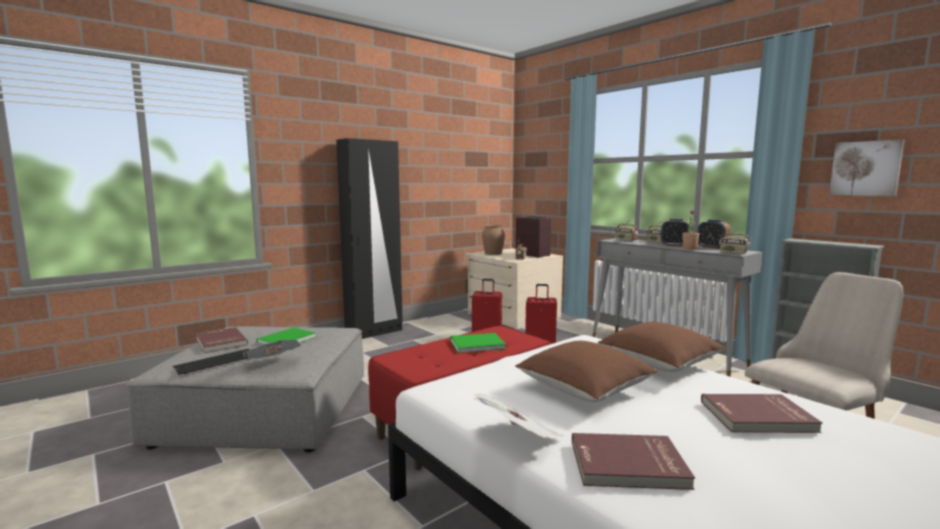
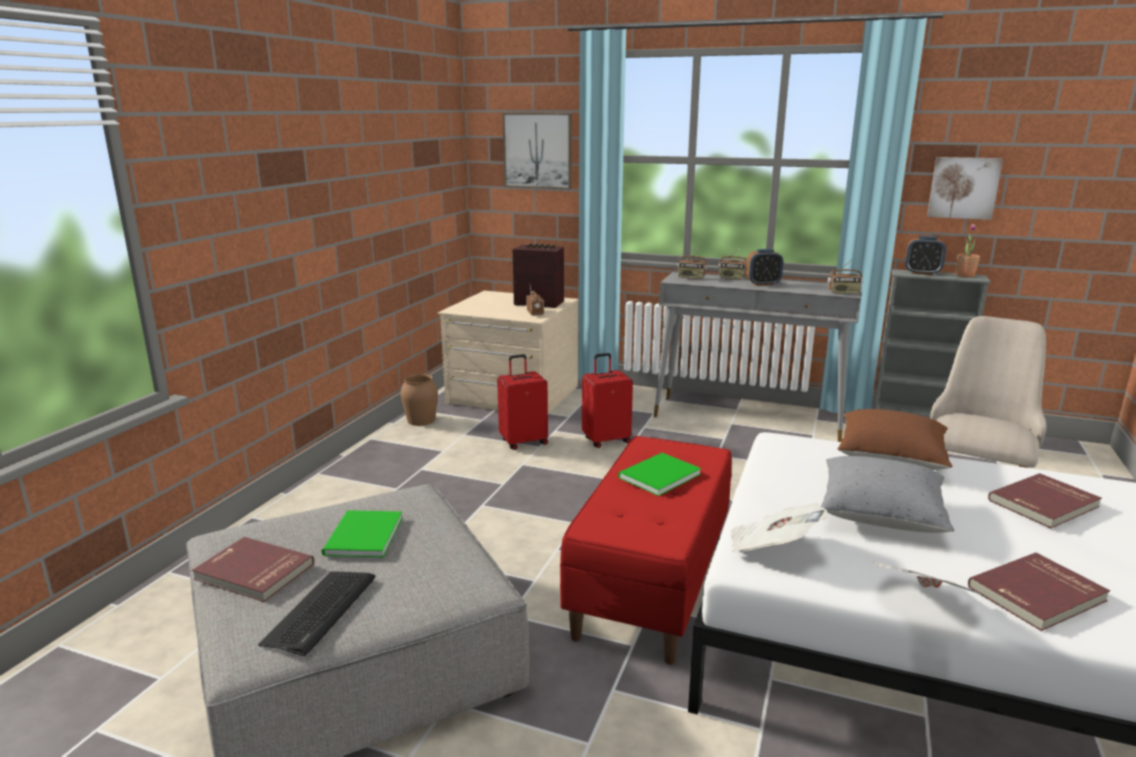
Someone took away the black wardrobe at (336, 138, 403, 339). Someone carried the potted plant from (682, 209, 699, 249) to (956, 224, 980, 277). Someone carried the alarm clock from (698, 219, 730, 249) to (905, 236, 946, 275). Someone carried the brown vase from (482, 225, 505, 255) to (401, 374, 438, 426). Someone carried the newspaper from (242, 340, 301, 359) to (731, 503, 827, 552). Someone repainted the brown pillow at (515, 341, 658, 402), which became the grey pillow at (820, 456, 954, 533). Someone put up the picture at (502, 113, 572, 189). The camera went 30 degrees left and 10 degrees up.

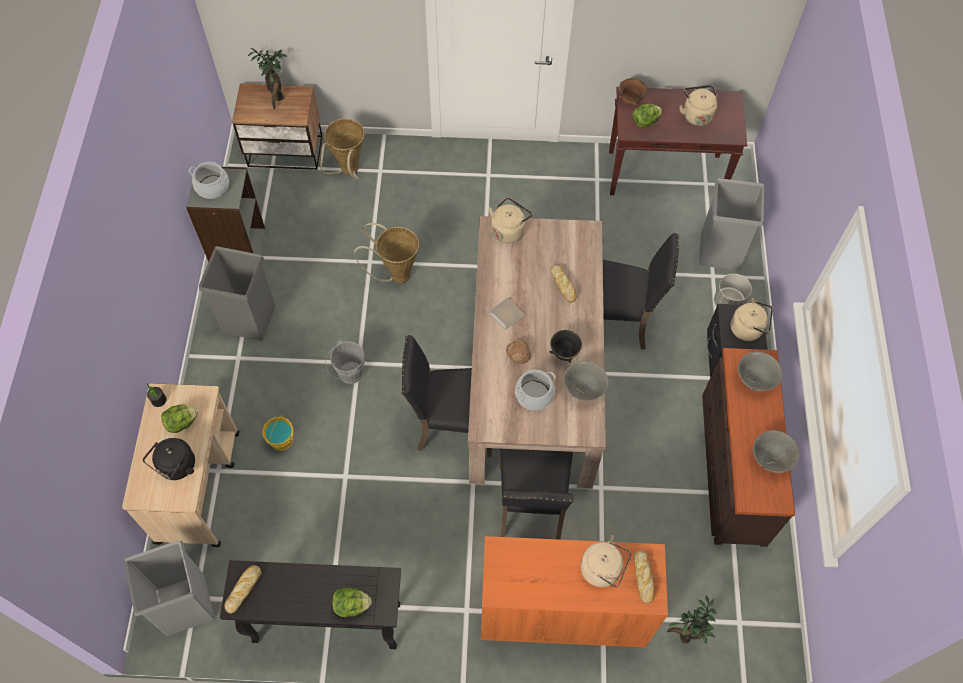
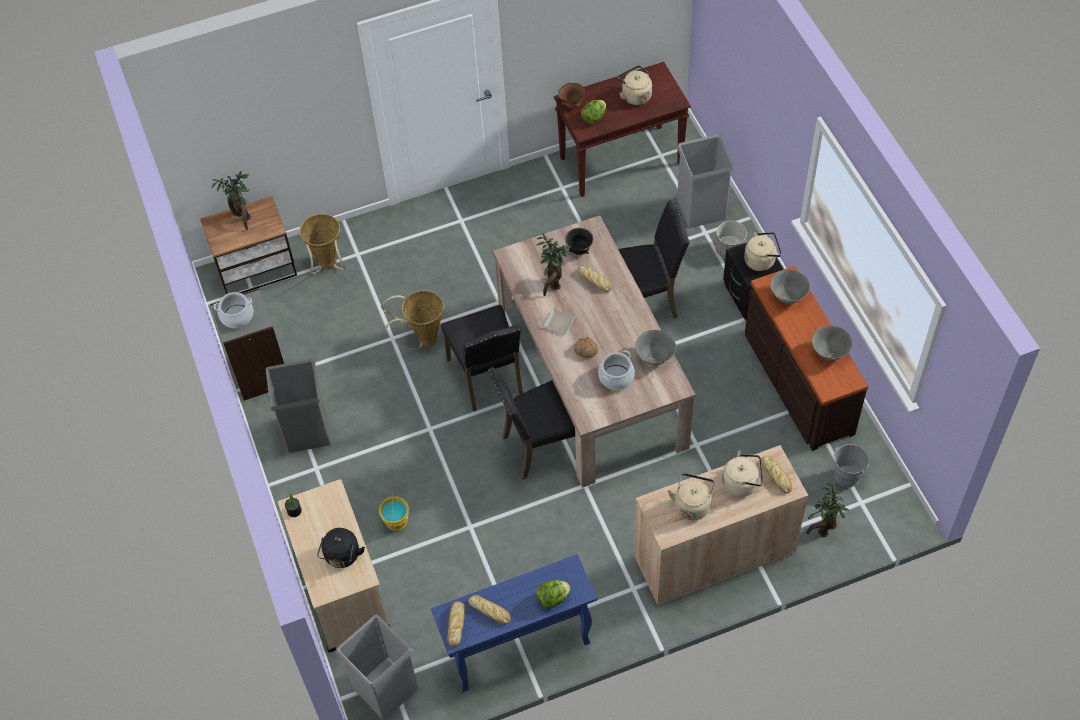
Someone carried the beige kettle from (489, 197, 532, 243) to (668, 473, 715, 520). Someone carried the black bowl from (550, 330, 582, 363) to (565, 228, 593, 255). Someone carried the grey bucket from (325, 340, 365, 384) to (829, 444, 869, 488). Someone took away the lettuce at (161, 404, 198, 433). Someone carried the black chair from (499, 449, 573, 540) to (441, 305, 523, 411). Someone repainted the orange cabinet at (481, 536, 668, 647), which became the beige cabinet at (634, 445, 808, 605). Someone repainted the black console table at (220, 560, 401, 649), which became the blue console table at (431, 554, 597, 692). Someone put down the potted plant at (537, 233, 573, 296). Someone put down the bread at (468, 595, 511, 624). The camera went 20 degrees left and 5 degrees down.

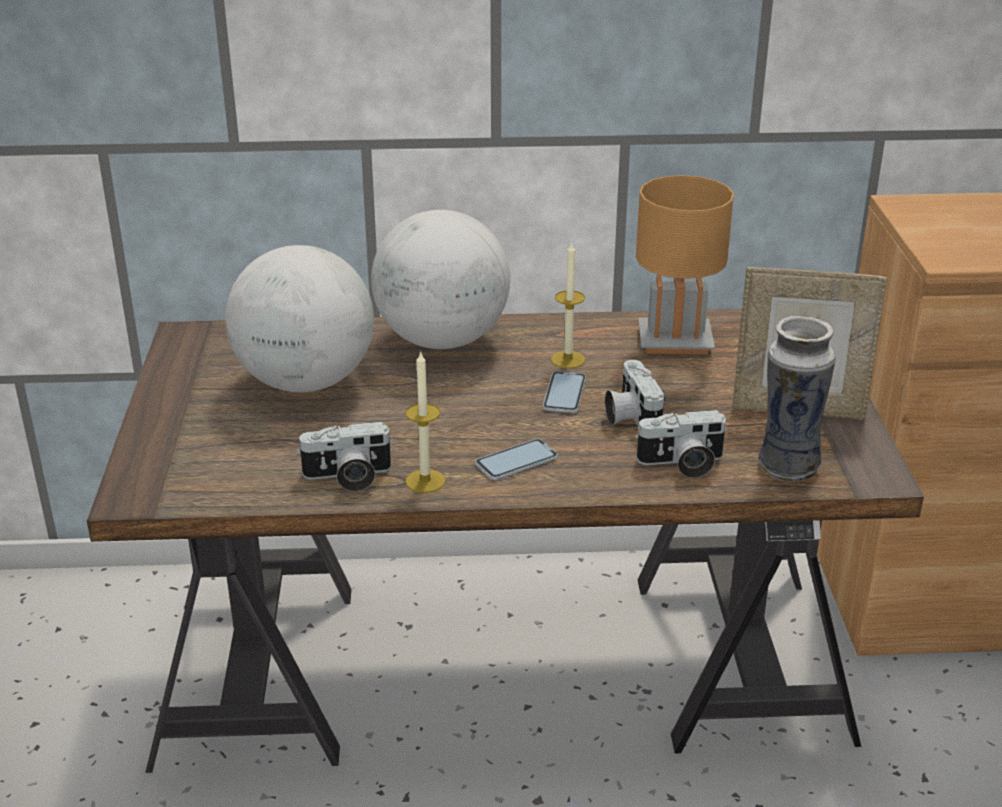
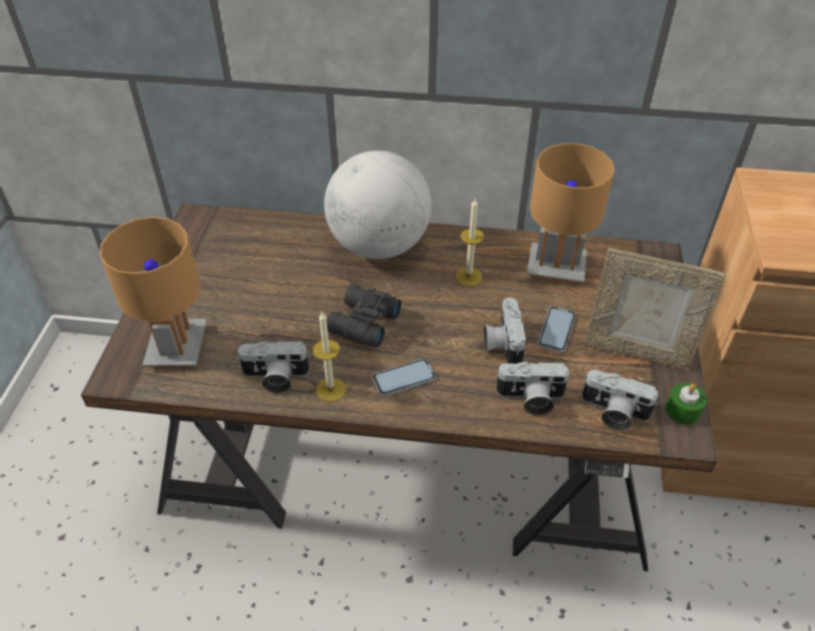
Someone took away the globe at (225, 245, 374, 392). Someone swapped the vase at (758, 316, 836, 482) for the photo camera at (582, 370, 658, 431). Someone carried the phone from (543, 371, 586, 413) to (538, 306, 576, 352). Someone put down the brown table lamp at (100, 217, 207, 367). Someone put down the black binoculars at (327, 285, 401, 348). Someone put down the green candle at (665, 383, 707, 425). The camera went 10 degrees right and 15 degrees up.

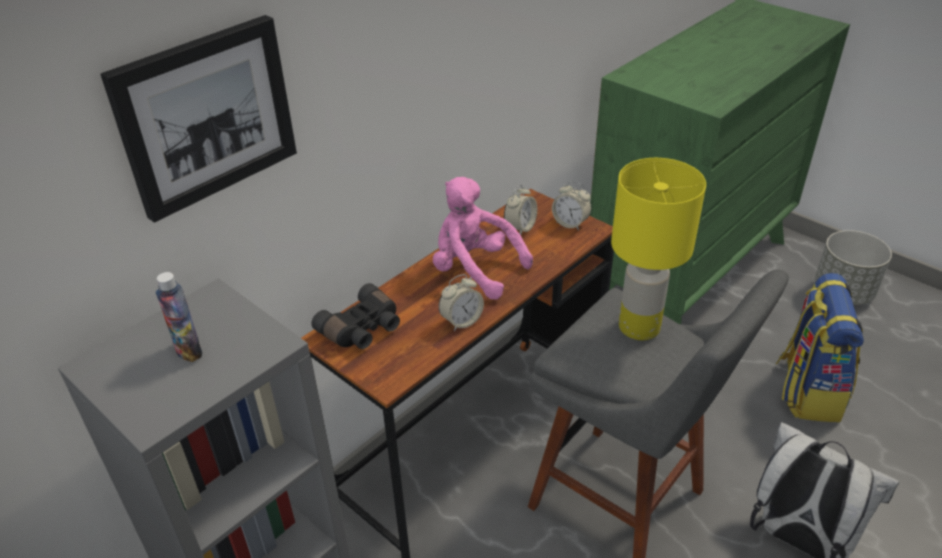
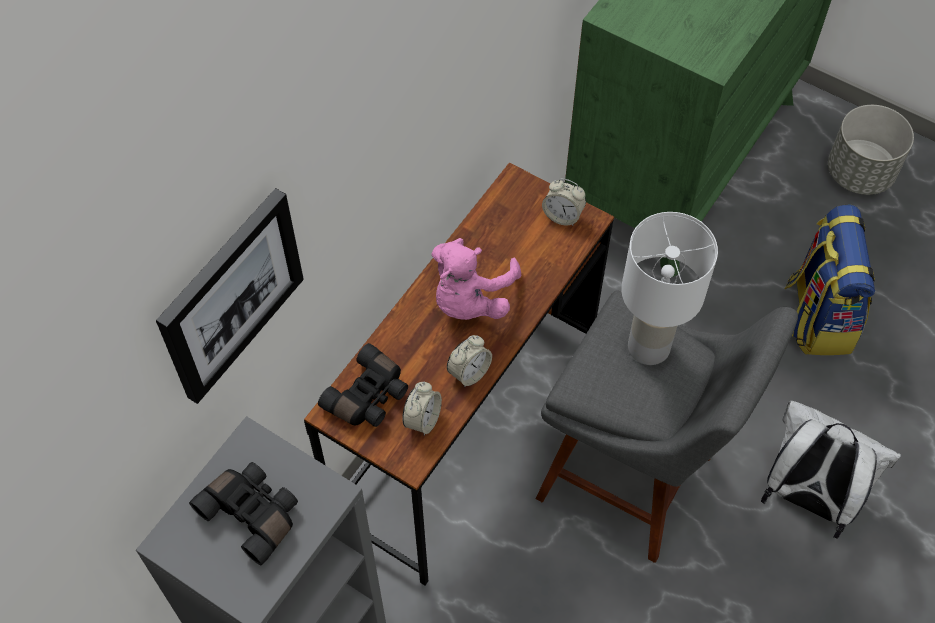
Someone repainted the yellow table lamp at (611, 158, 706, 340), which became the white table lamp at (621, 212, 718, 365). Someone rotated the pink plush toy at (433, 177, 533, 300) by 90 degrees counterclockwise. Someone carried the alarm clock from (504, 185, 537, 235) to (402, 382, 442, 436). Someone swapped the bottle at (156, 272, 202, 362) for the black binoculars at (189, 462, 298, 565). The camera went 10 degrees left and 20 degrees up.

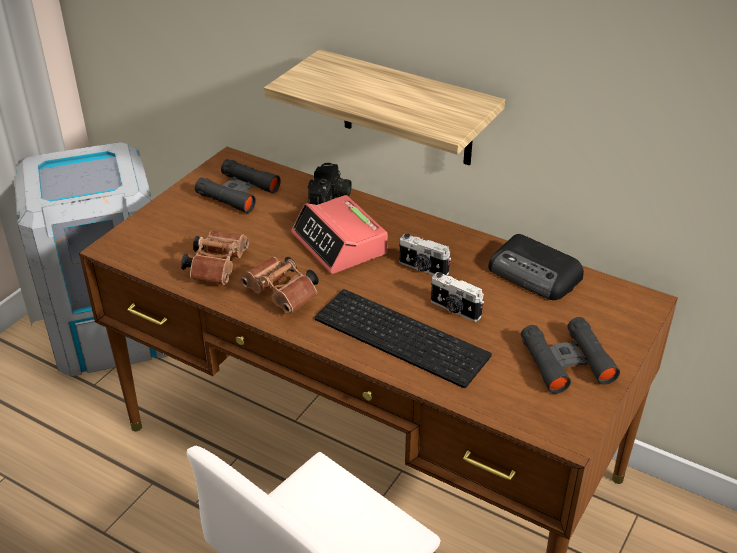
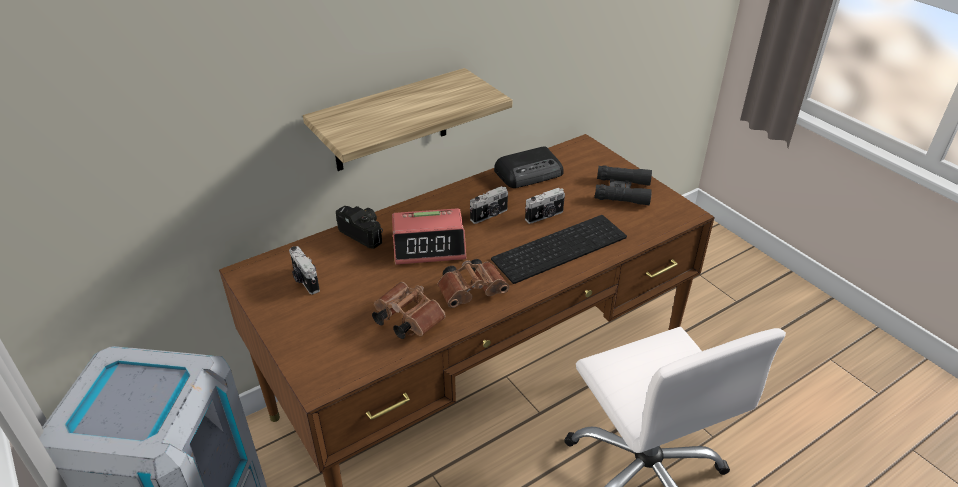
Someone swapped the black binoculars at (195, 159, 281, 213) for the photo camera at (289, 246, 320, 294). The camera went 65 degrees left and 0 degrees up.

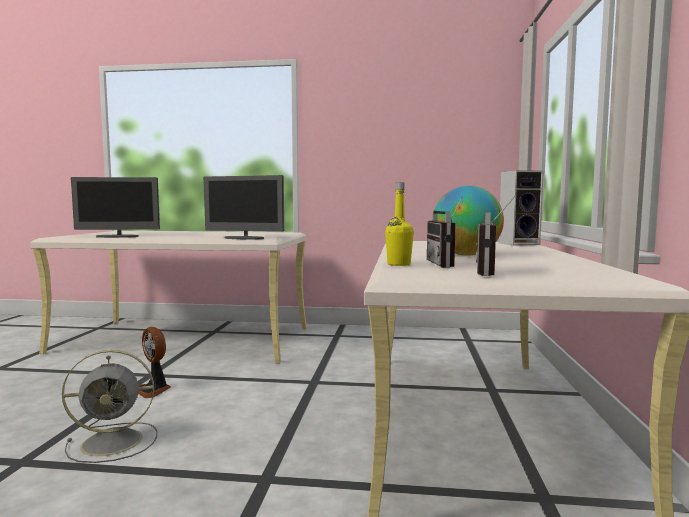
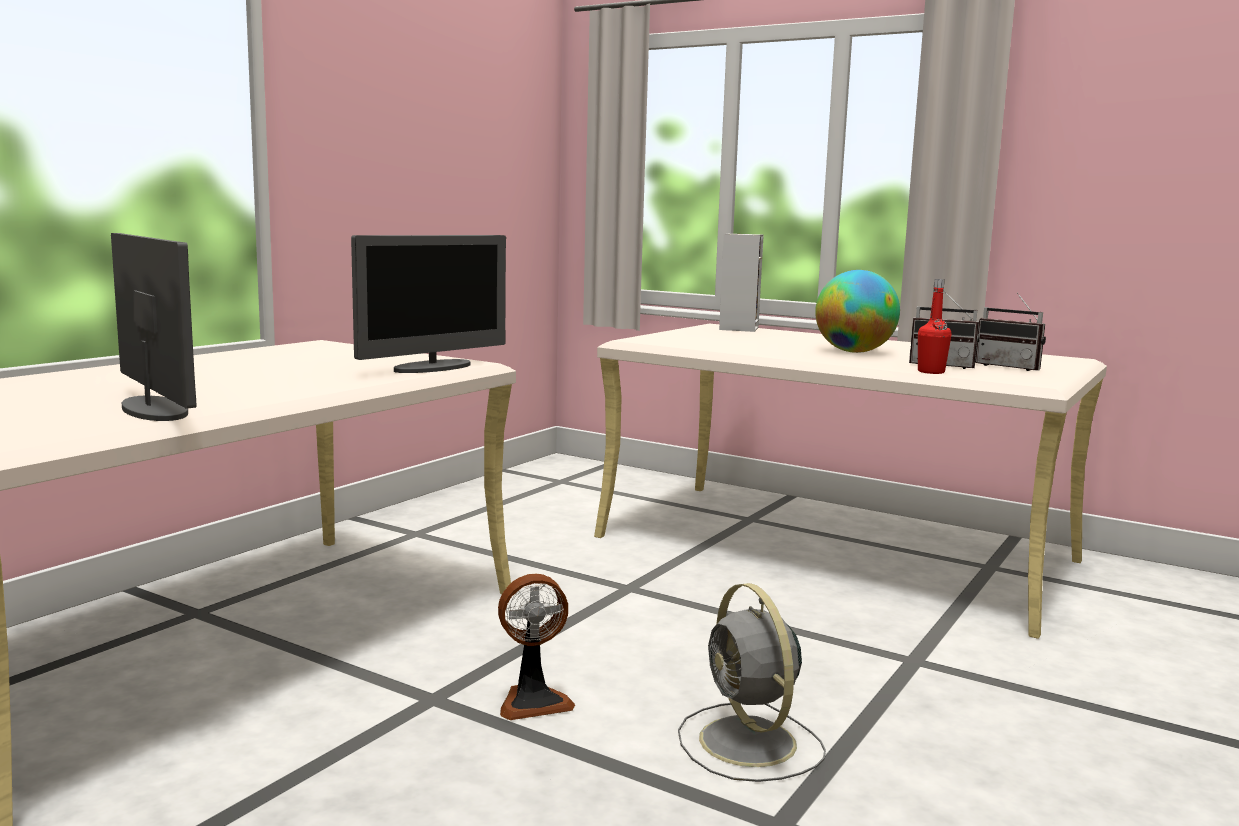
Someone rotated the monitor at (71, 177, 160, 238) by 60 degrees counterclockwise. Someone repainted the yellow bottle at (385, 182, 414, 266), which became the red bottle at (918, 279, 951, 374). Someone rotated the grey fan at (62, 350, 157, 463) by 150 degrees clockwise. The camera went 65 degrees left and 5 degrees up.

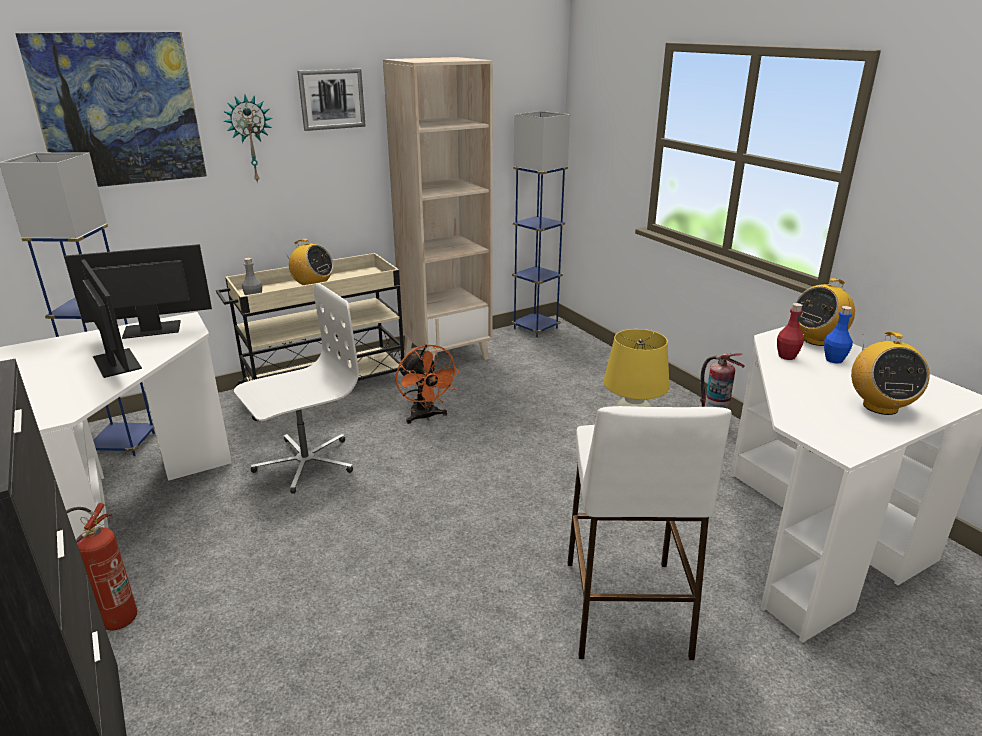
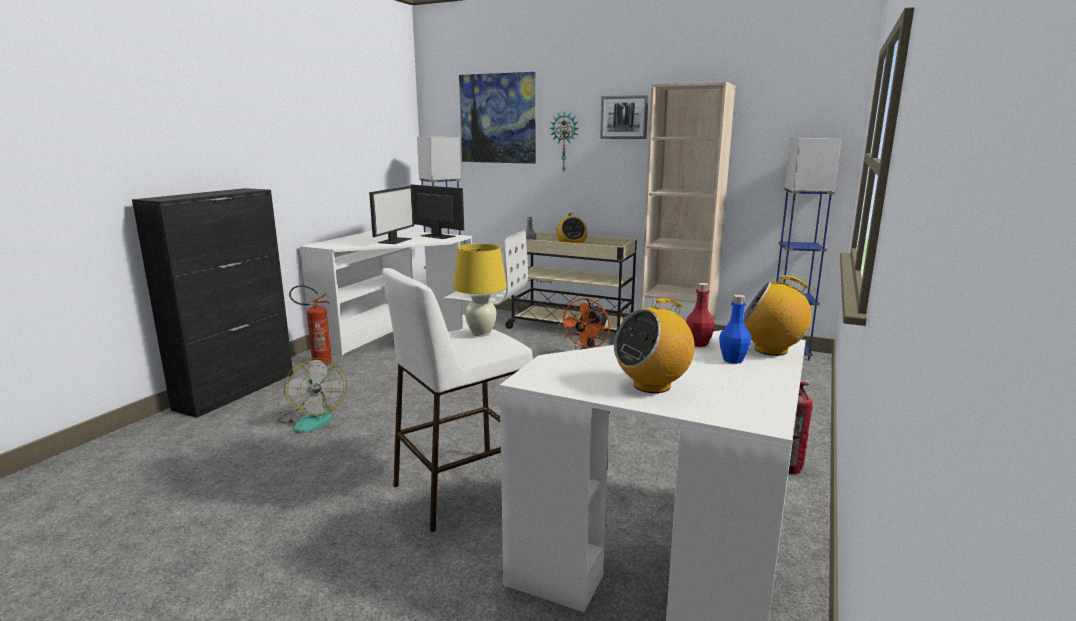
Someone put down the fan at (277, 358, 347, 434). The camera went 55 degrees right and 10 degrees down.

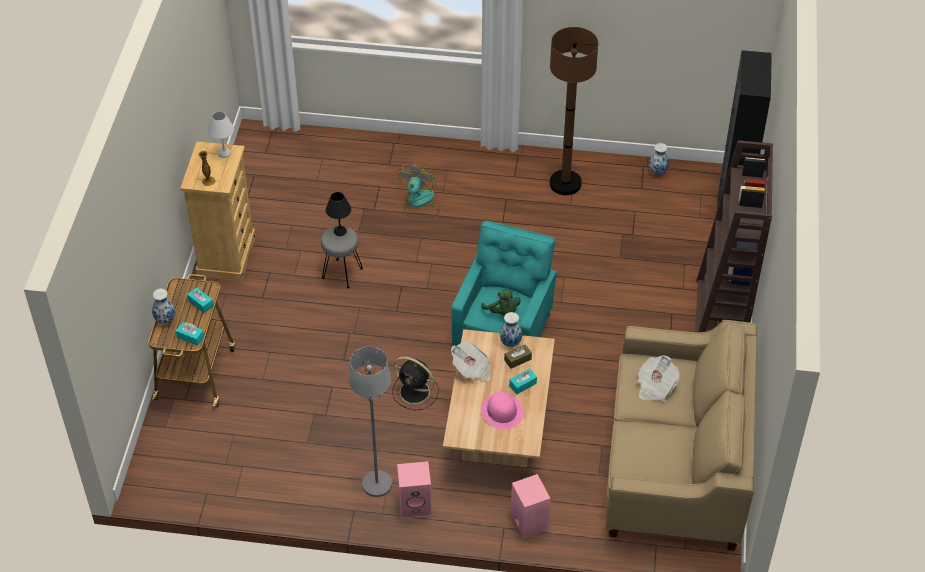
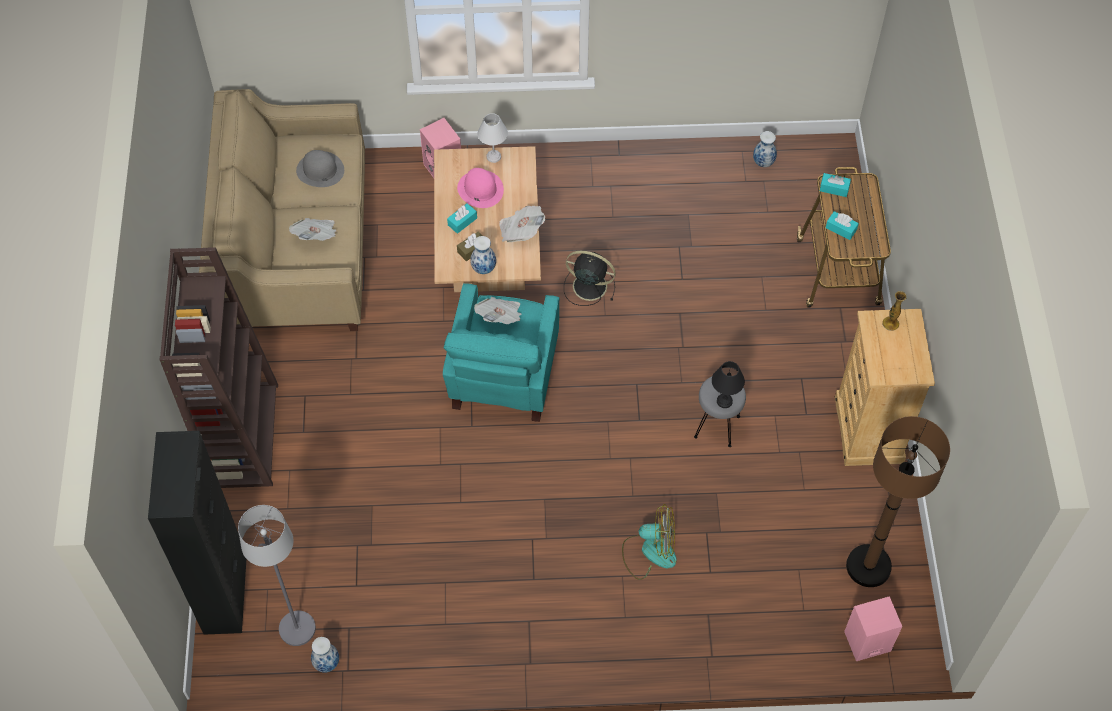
Someone carried the brown floor lamp from (549, 27, 598, 195) to (846, 416, 950, 587). Someone carried the white table lamp from (208, 111, 234, 158) to (478, 113, 508, 163). Someone rotated the fan at (397, 163, 440, 218) by 90 degrees counterclockwise. Someone swapped the green plush toy at (481, 287, 521, 316) for the newspaper at (474, 297, 521, 324). Someone carried the vase from (152, 289, 175, 324) to (753, 131, 777, 167). Someone carried the grey floor lamp from (349, 347, 392, 497) to (238, 505, 316, 646). Someone carried the pink speaker from (397, 461, 432, 518) to (844, 596, 902, 661). Someone put down the grey hat at (296, 150, 344, 187). The camera went 170 degrees right and 10 degrees up.

